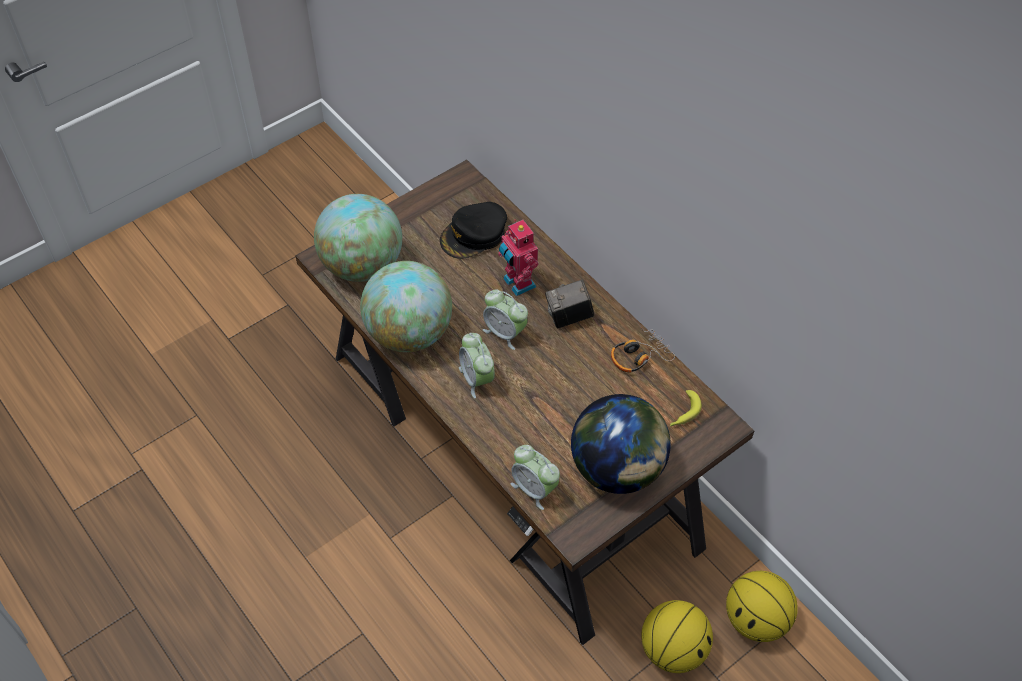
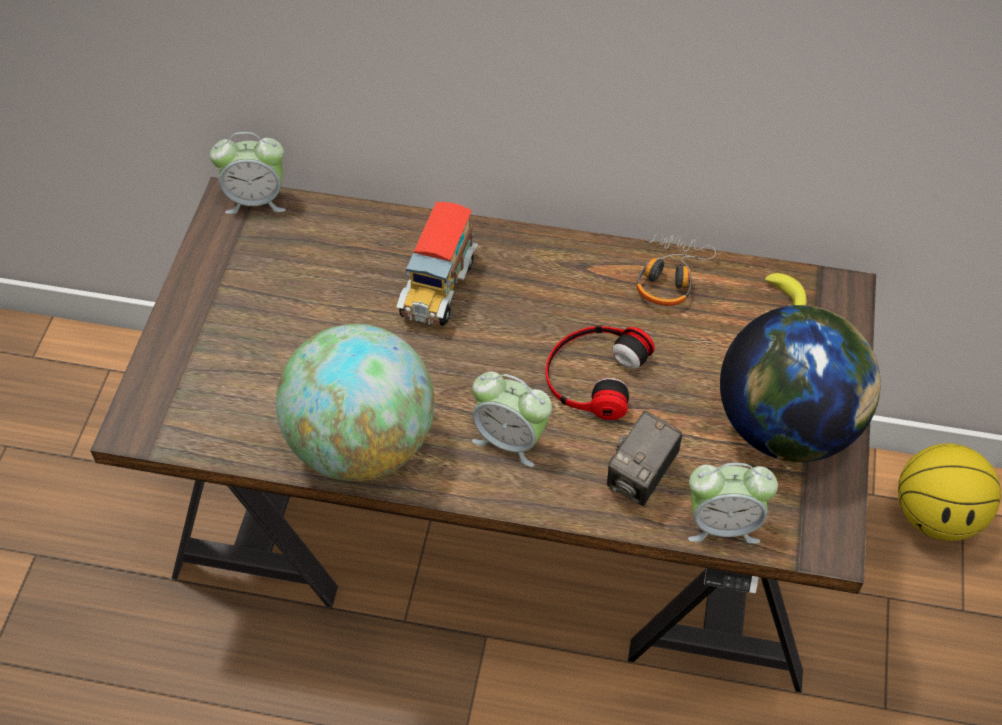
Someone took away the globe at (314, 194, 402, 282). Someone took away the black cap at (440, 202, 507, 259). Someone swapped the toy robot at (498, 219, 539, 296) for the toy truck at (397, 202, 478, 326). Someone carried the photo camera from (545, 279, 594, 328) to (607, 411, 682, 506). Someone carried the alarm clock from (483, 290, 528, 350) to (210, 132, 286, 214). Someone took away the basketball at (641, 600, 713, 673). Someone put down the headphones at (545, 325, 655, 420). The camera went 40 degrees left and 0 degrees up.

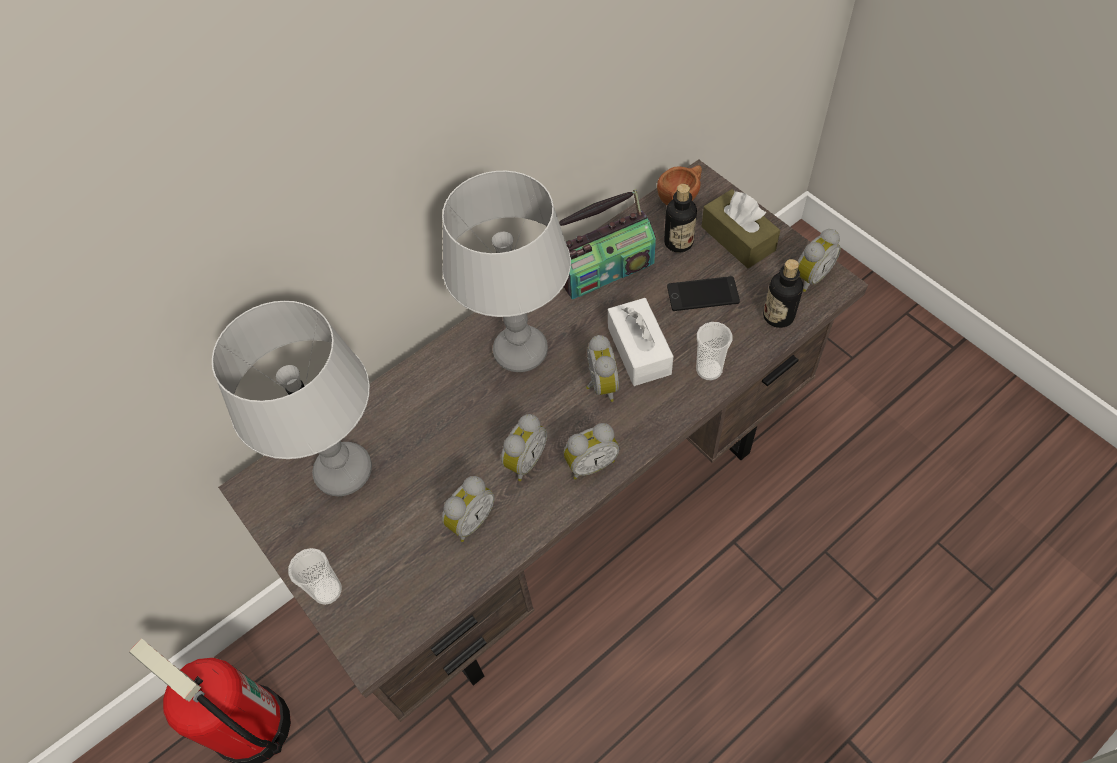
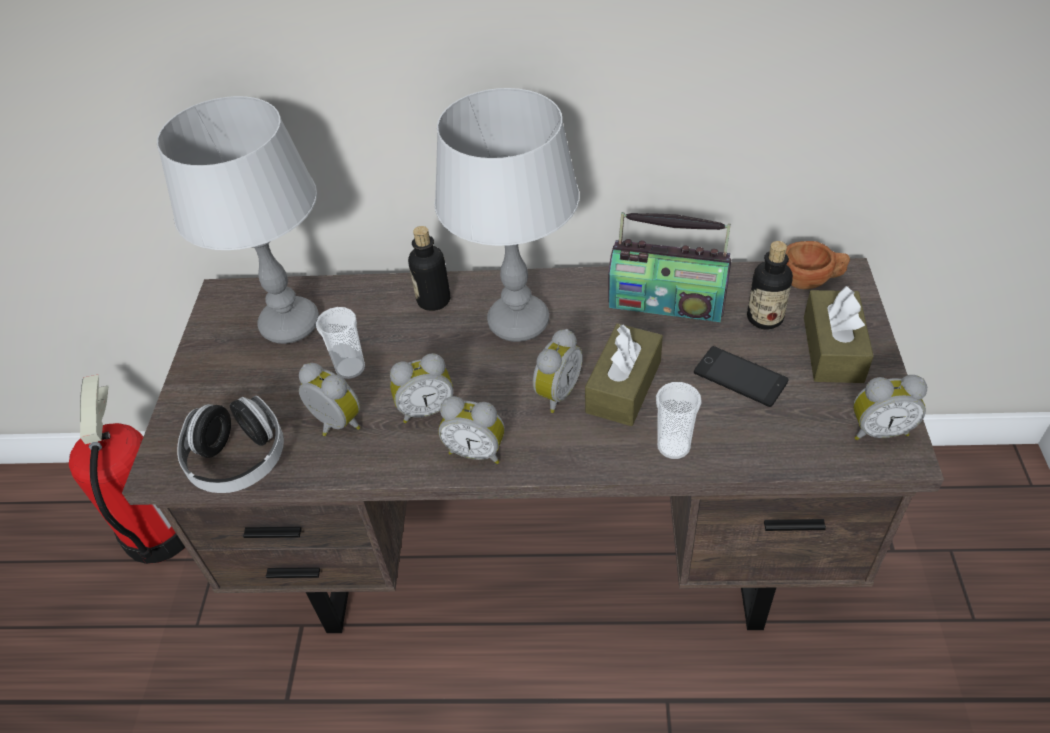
Someone carried the bottle from (763, 259, 803, 328) to (408, 226, 450, 311). Someone repainted the white tissue box at (608, 298, 673, 386), which became the brown tissue box at (585, 323, 663, 426). Someone rotated the alarm clock at (442, 476, 495, 542) by 135 degrees counterclockwise. Someone carried the cup from (288, 548, 342, 605) to (316, 307, 365, 379). Someone put down the headphones at (177, 395, 284, 493). The camera went 40 degrees right and 10 degrees down.

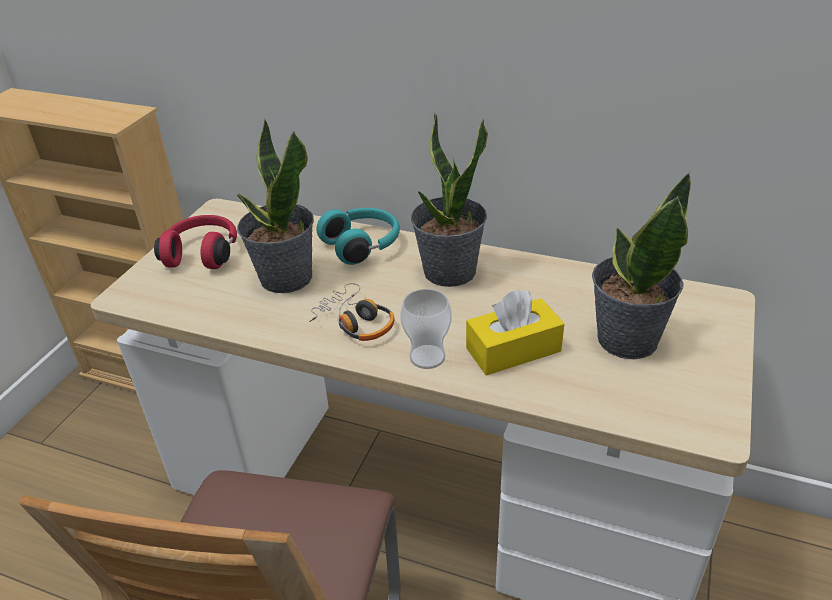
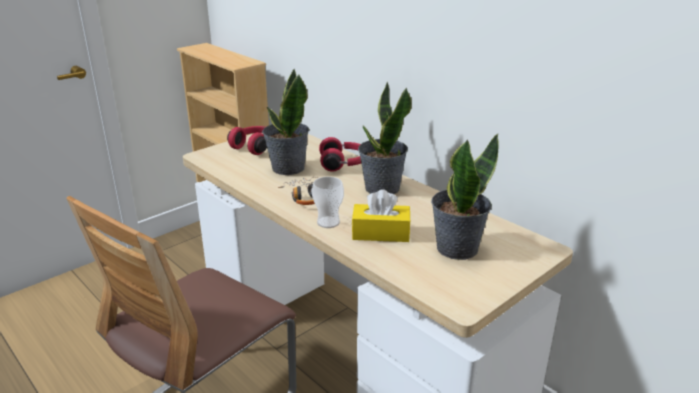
Someone repainted the turquoise headphones at (316, 208, 400, 265), which became the red headphones at (319, 137, 361, 172). The camera went 25 degrees right and 10 degrees down.

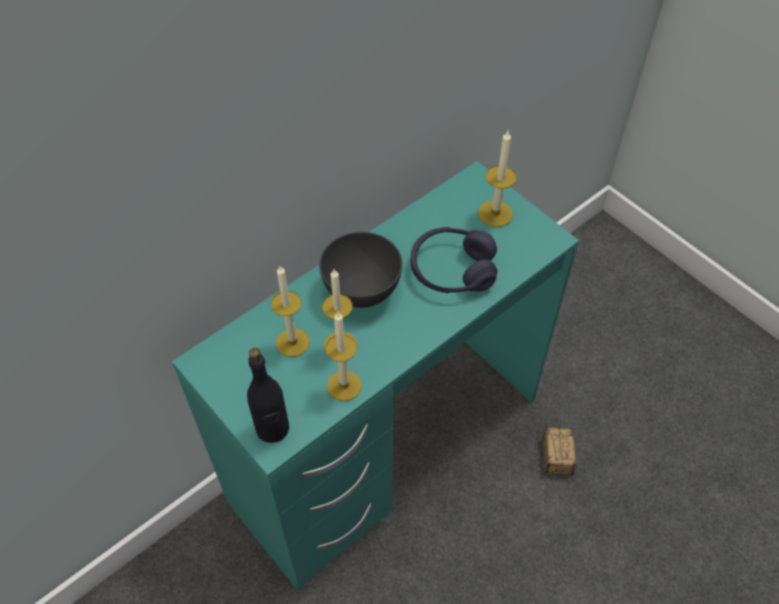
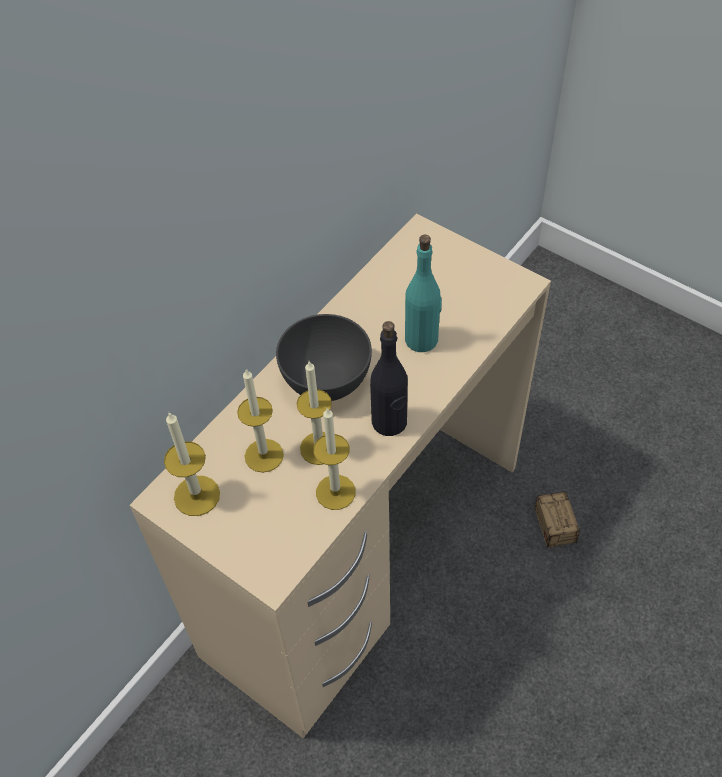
Someone carried the candle from (478, 131, 517, 227) to (164, 412, 220, 516). Someone repainted the turquoise desk at (172, 161, 579, 590), which became the beige desk at (130, 213, 551, 738). Someone swapped the purple headphones at (411, 227, 498, 293) for the turquoise bottle at (405, 235, 442, 352). Someone carried the black bottle from (247, 348, 289, 443) to (370, 321, 408, 436). The camera went 10 degrees left and 0 degrees up.

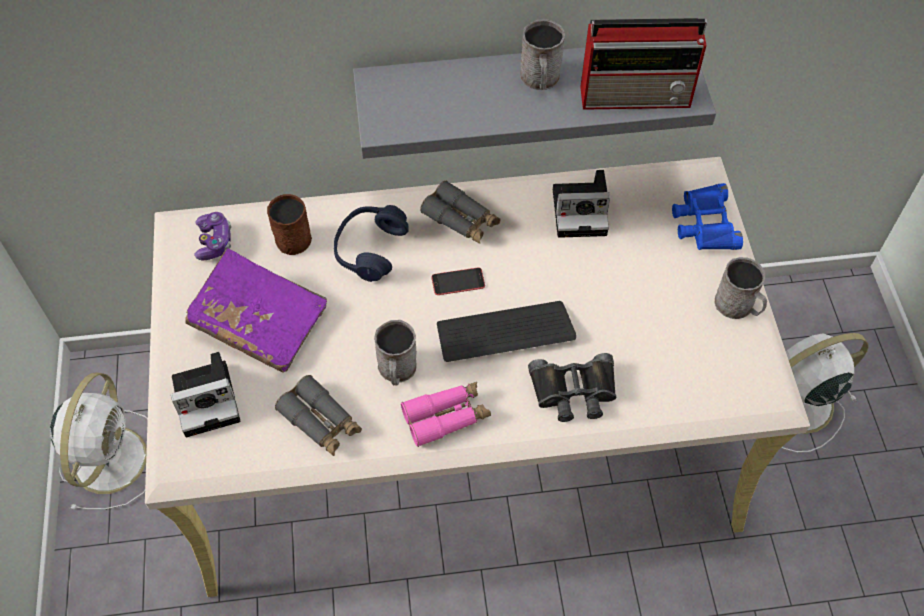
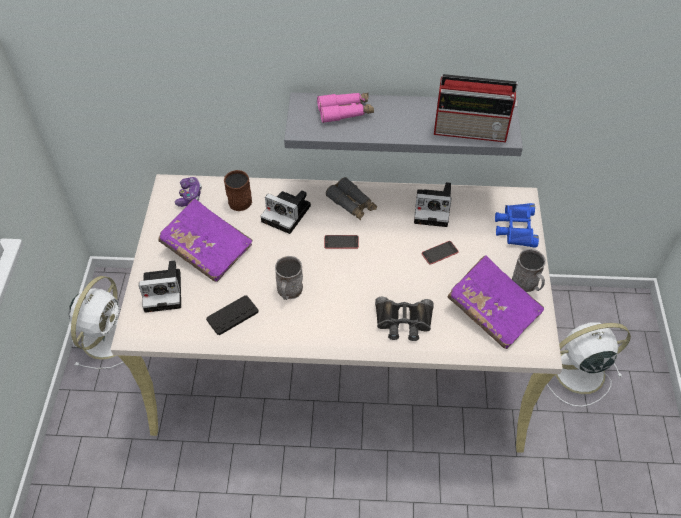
Someone took away the grey mug at (520, 19, 565, 90). Someone swapped the blue headphones at (334, 205, 409, 282) for the photo camera at (260, 190, 311, 234). Someone took away the keyboard at (437, 301, 576, 362). Someone swapped the grey binoculars at (275, 375, 362, 456) for the black game controller at (206, 295, 259, 336). Someone carried the pink binoculars from (401, 382, 491, 447) to (317, 93, 374, 123). Someone put down the phone at (422, 241, 458, 265). Someone put down the purple book at (448, 256, 544, 349). The camera went 10 degrees right and 5 degrees down.

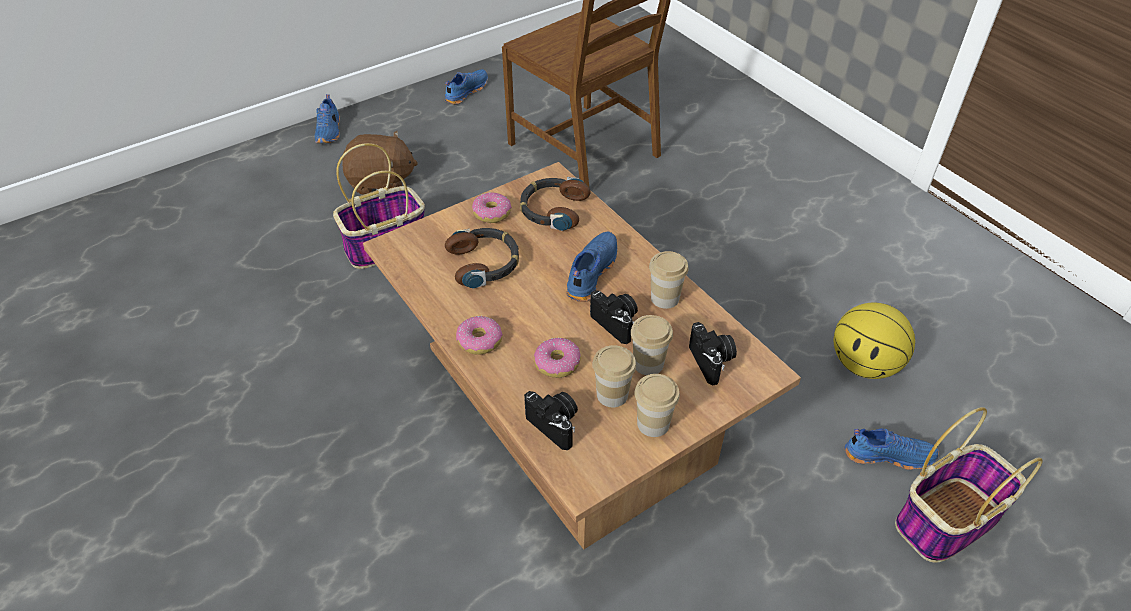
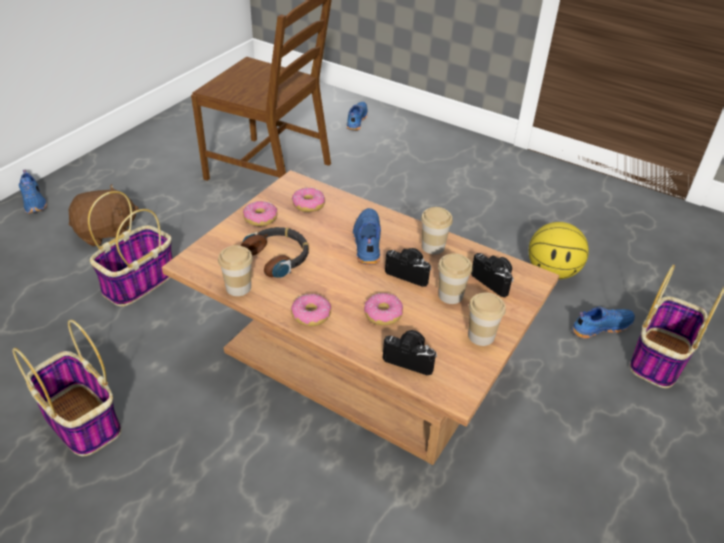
Someone carried the blue shoe from (445, 69, 488, 105) to (347, 102, 368, 131). Someone swapped the headphones at (520, 177, 591, 231) for the donut at (292, 188, 325, 212). Someone carried the cup from (592, 345, 636, 407) to (218, 245, 253, 296). Someone put down the basket at (12, 320, 121, 456). The camera went 25 degrees left and 5 degrees down.

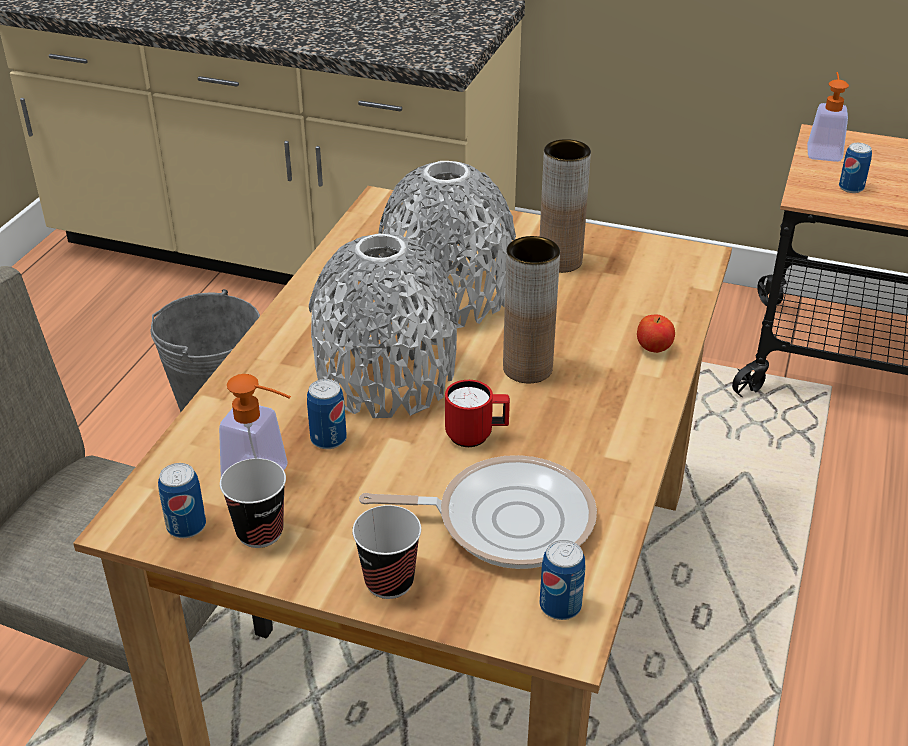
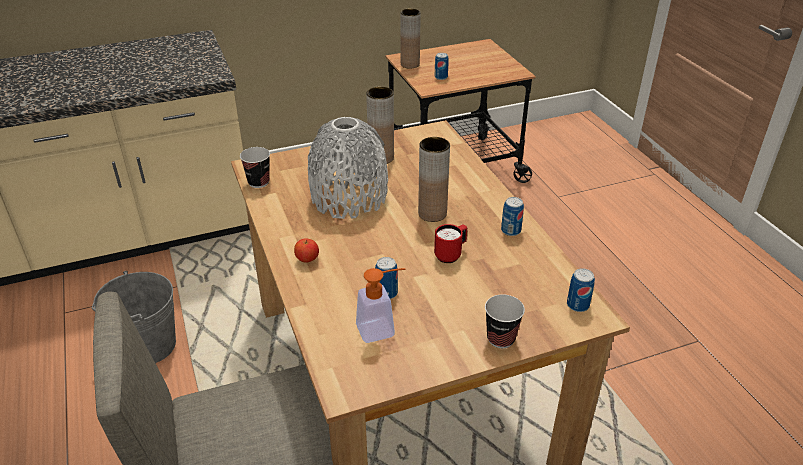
Someone swapped the soap dispenser at (807, 72, 849, 162) for the brown vase at (401, 9, 421, 69). Someone took away the grey vase at (309, 233, 458, 418). Someone carried the apple from (637, 314, 675, 353) to (294, 239, 319, 263). Someone took away the frying pan at (359, 455, 597, 569). Someone carried the cup from (220, 458, 286, 548) to (240, 147, 270, 188). Someone carried the can from (158, 463, 206, 538) to (501, 197, 524, 236). The camera went 40 degrees left and 0 degrees up.

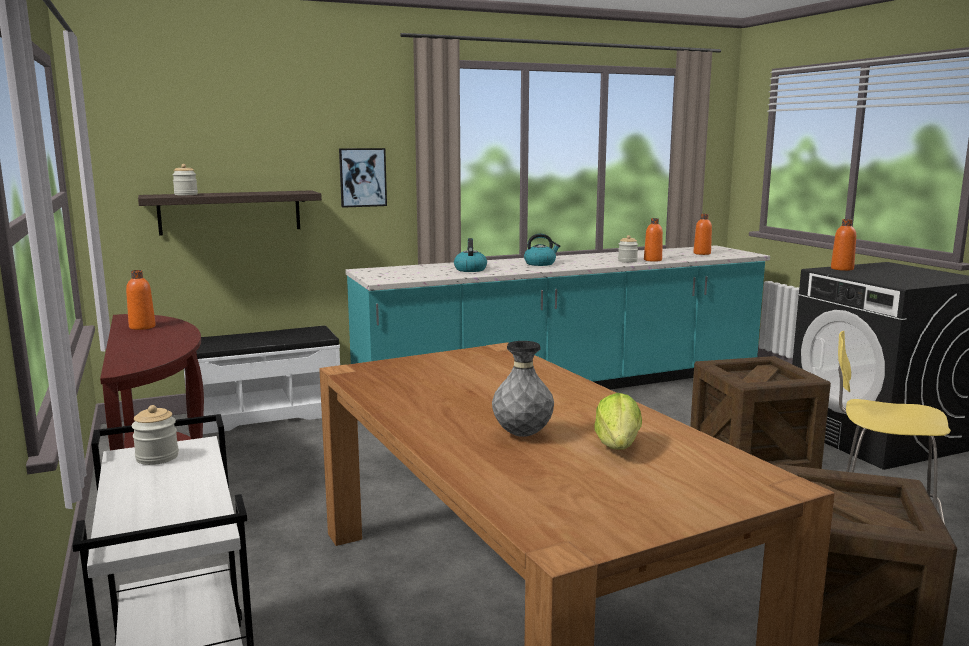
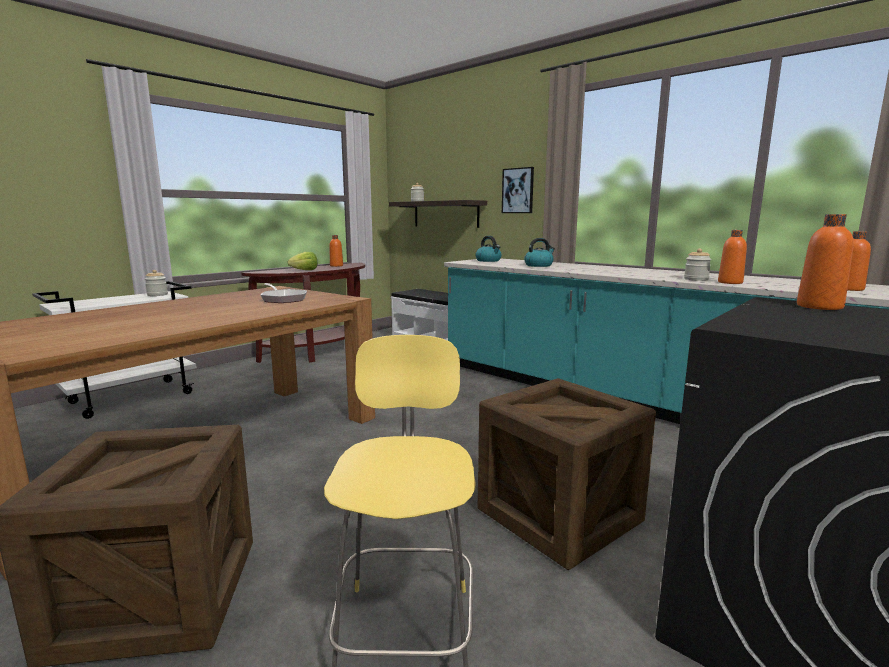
Someone carried the kettle from (524, 234, 560, 266) to (475, 236, 501, 262). Someone took away the grey vase at (492, 341, 554, 437). Someone carried the lettuce from (594, 393, 642, 450) to (287, 252, 317, 270). Someone put down the frying pan at (261, 283, 307, 303). The camera went 65 degrees right and 0 degrees up.

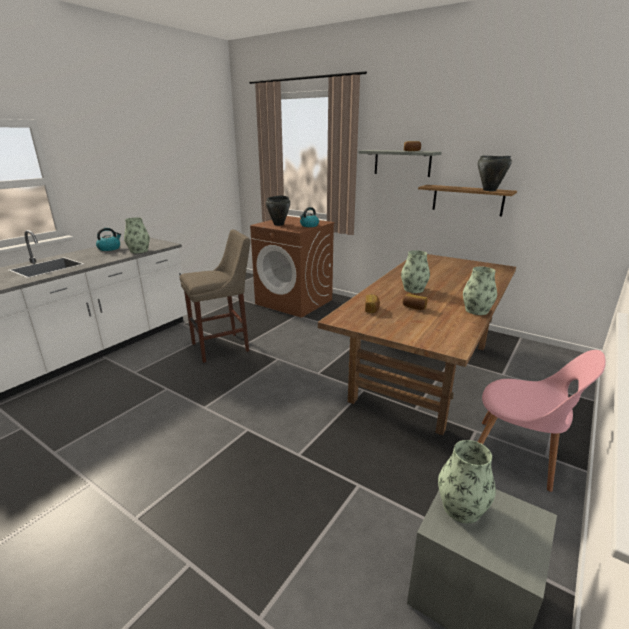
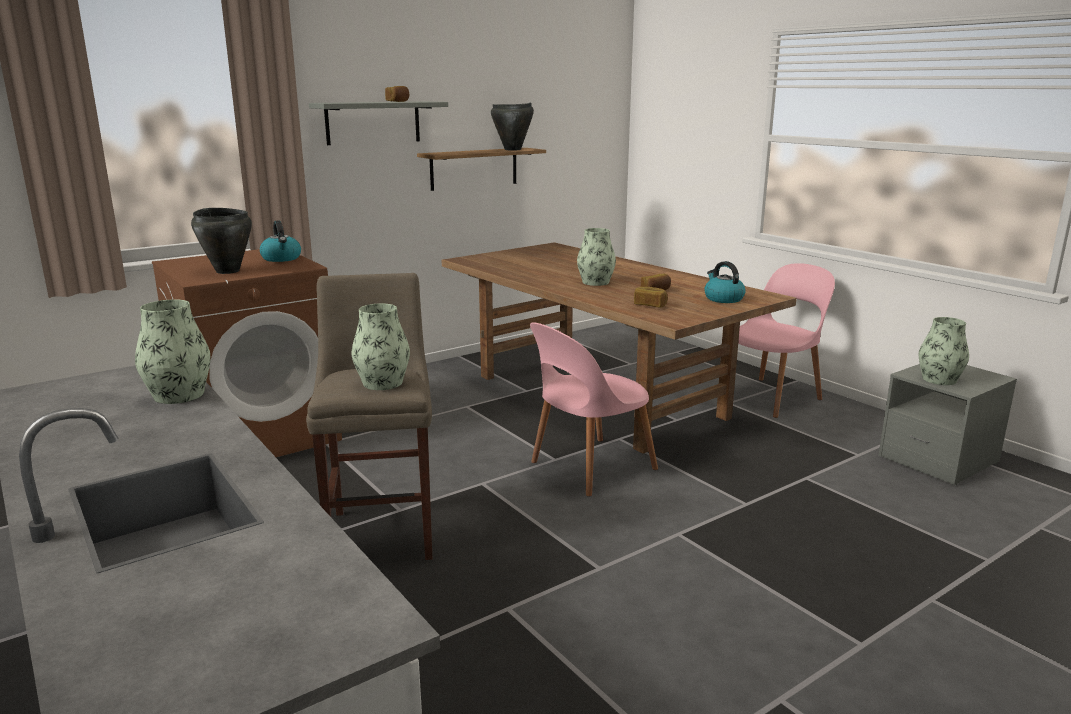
Someone carried the kettle from (96, 228, 121, 251) to (704, 261, 746, 303). Someone carried the vase from (463, 266, 497, 315) to (351, 303, 410, 390). Someone put down the pink chair at (530, 322, 658, 497). The camera went 70 degrees left and 5 degrees down.

